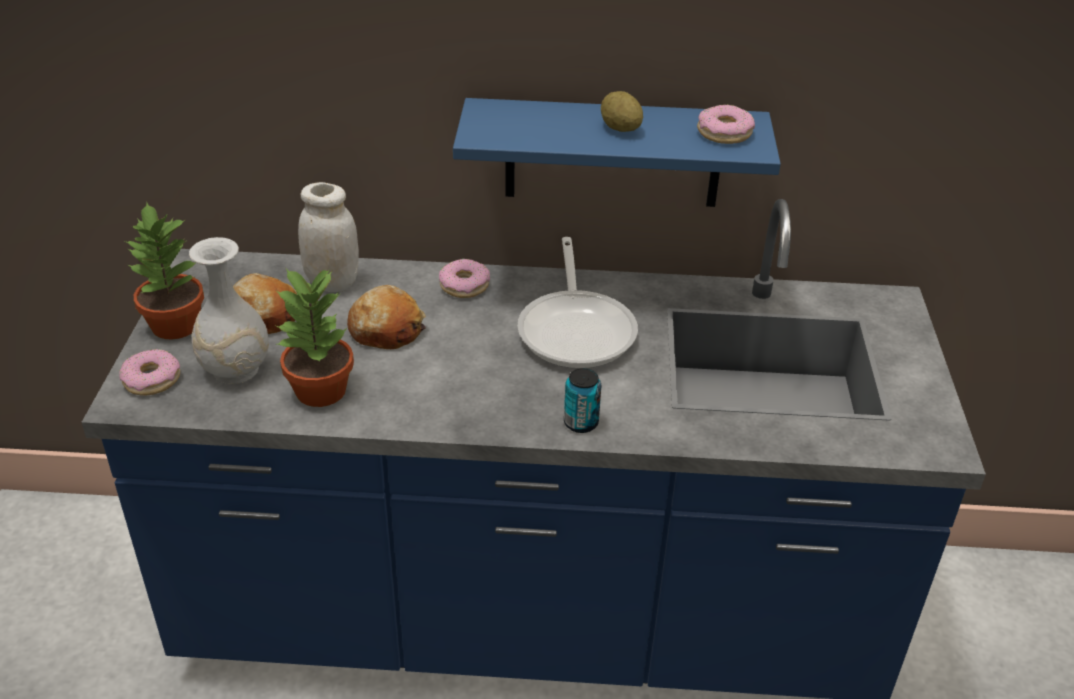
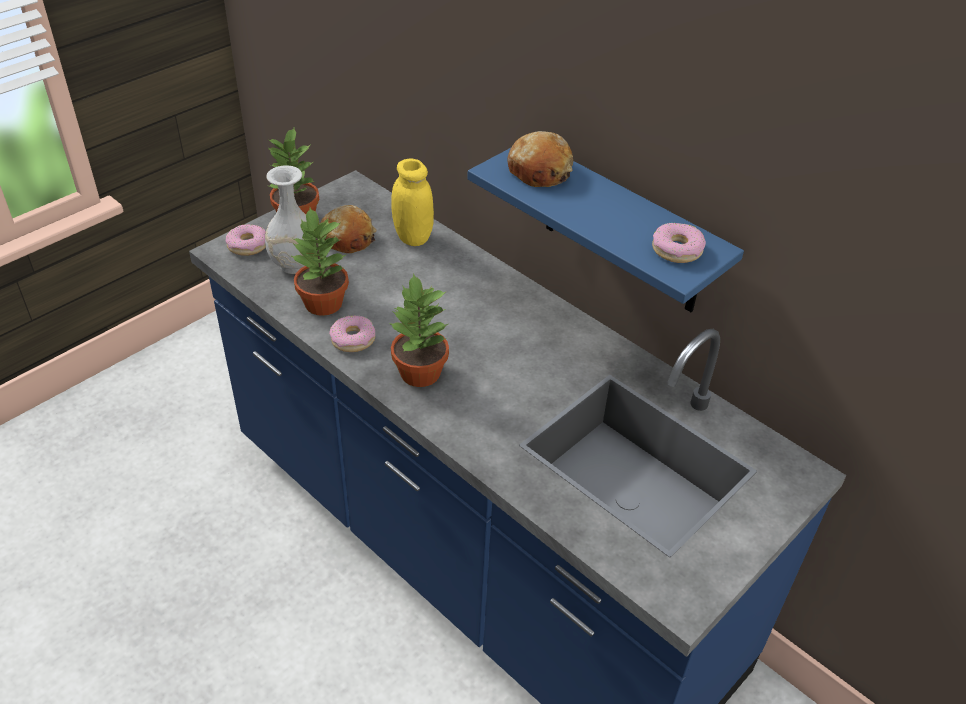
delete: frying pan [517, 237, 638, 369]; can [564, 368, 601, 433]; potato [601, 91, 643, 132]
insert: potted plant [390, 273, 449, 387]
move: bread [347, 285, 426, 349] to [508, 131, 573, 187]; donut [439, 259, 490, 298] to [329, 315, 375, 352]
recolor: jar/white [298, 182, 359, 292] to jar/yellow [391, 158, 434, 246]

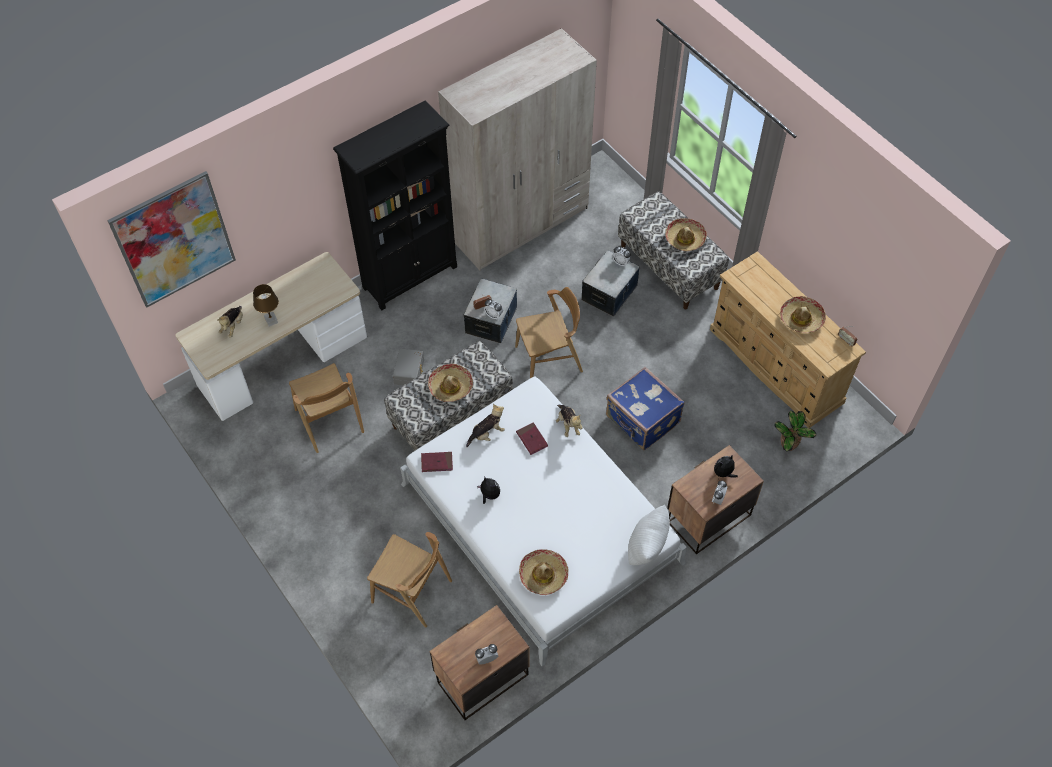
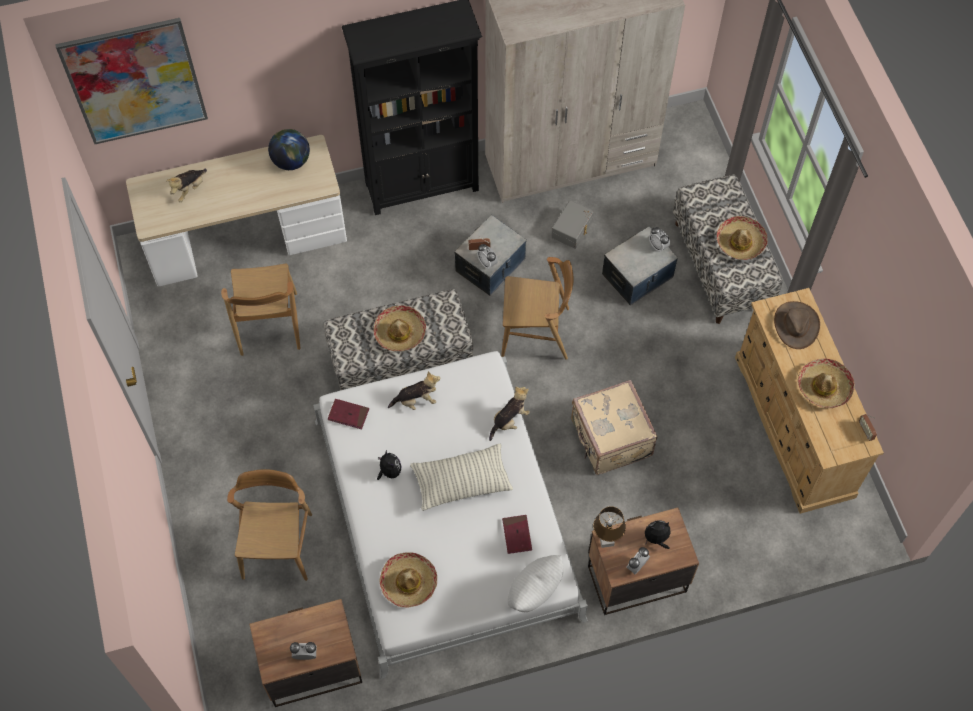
delete: potted plant [774, 411, 816, 451]
insert: globe [268, 129, 310, 170]; pillow [410, 444, 513, 511]; hat/brown [774, 301, 820, 349]
move: table lamp/brown [253, 284, 279, 326] to [593, 506, 626, 548]; storage box/grey [393, 348, 424, 385] to [551, 200, 594, 249]; book/red [516, 422, 548, 455] to [502, 515, 532, 554]
recolor: suitcase/blue [606, 367, 684, 450] to suitcase/beige [571, 380, 657, 475]
rotate: chair/brown [367, 532, 452, 628] = [227, 469, 312, 581] 135 degrees counterclockwise; plush toy [556, 405, 583, 437] = [489, 386, 530, 441] 135 degrees counterclockwise

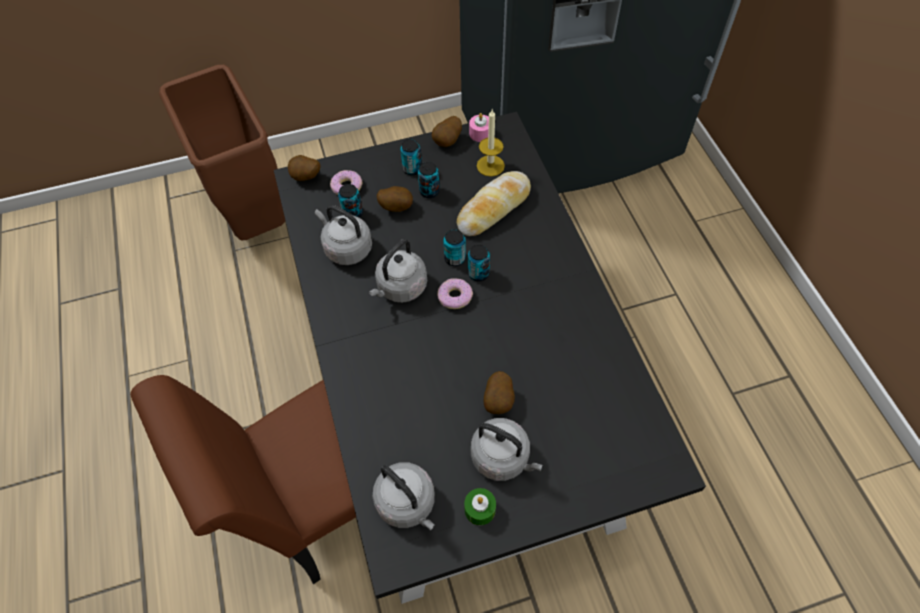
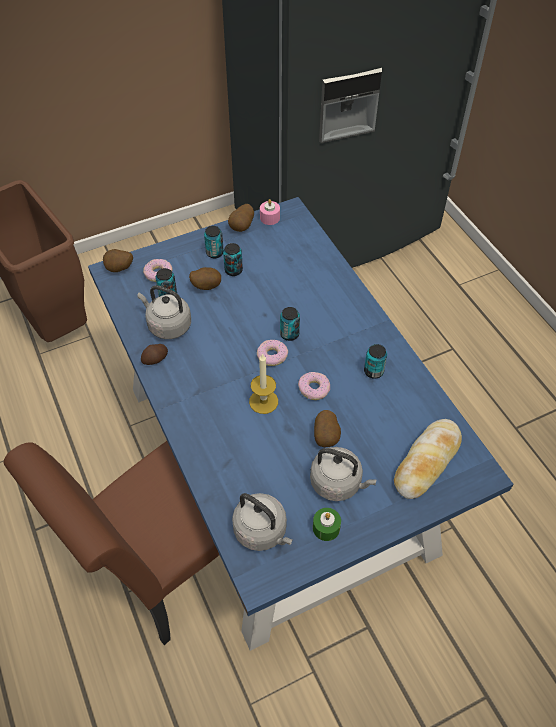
delete: kettle/grey [369, 239, 427, 303]
insert: potato [141, 344, 168, 365]; donut [298, 372, 330, 400]
move: can [443, 229, 466, 266] to [364, 344, 387, 379]; bread [457, 171, 531, 236] to [394, 419, 462, 499]; candle [477, 108, 505, 177] to [249, 353, 278, 414]
recolor: dining table/black [274, 112, 706, 604] to dining table/blue [88, 197, 513, 651]

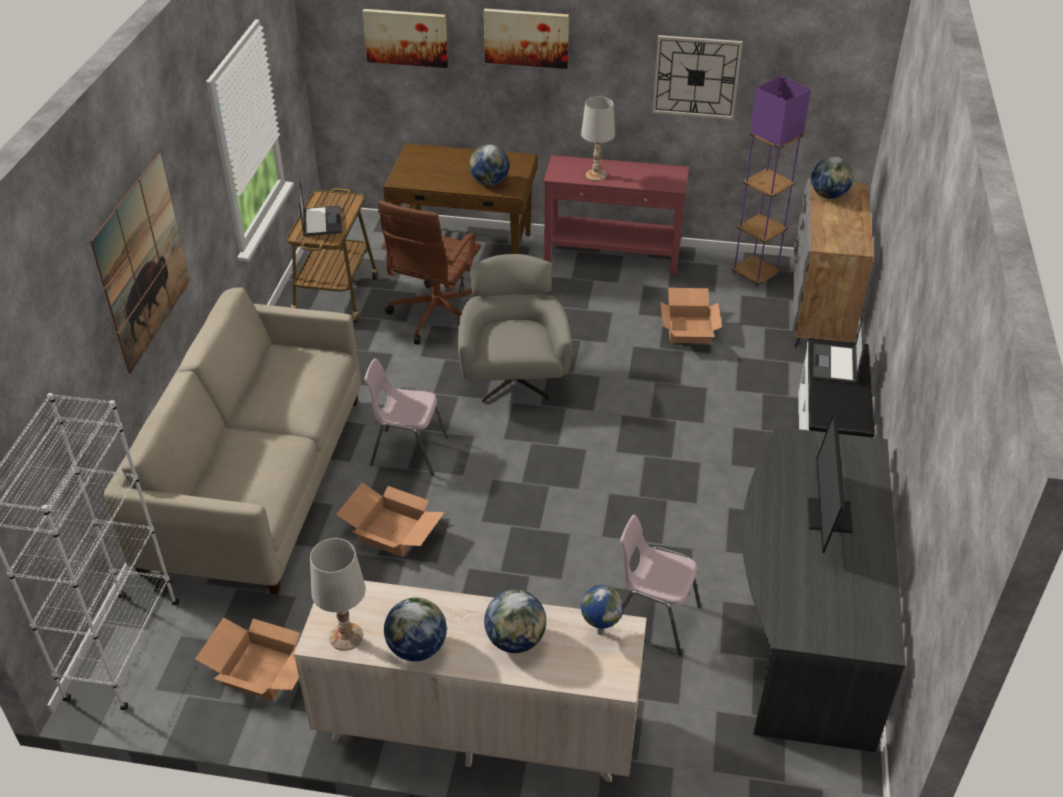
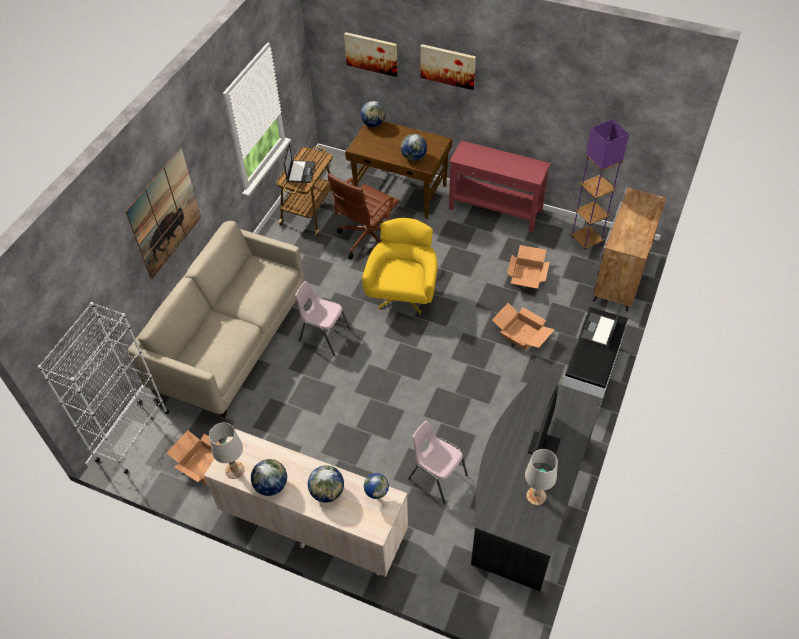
delete: wall clock [652, 35, 743, 119]
move: cardboard box [336, 483, 445, 557] to [492, 303, 555, 350]; table lamp/white [581, 96, 615, 181] to [525, 449, 558, 505]; globe [811, 156, 854, 199] to [360, 101, 386, 127]
recolor: armchair/grey [458, 254, 573, 403] to armchair/yellow [362, 218, 438, 314]

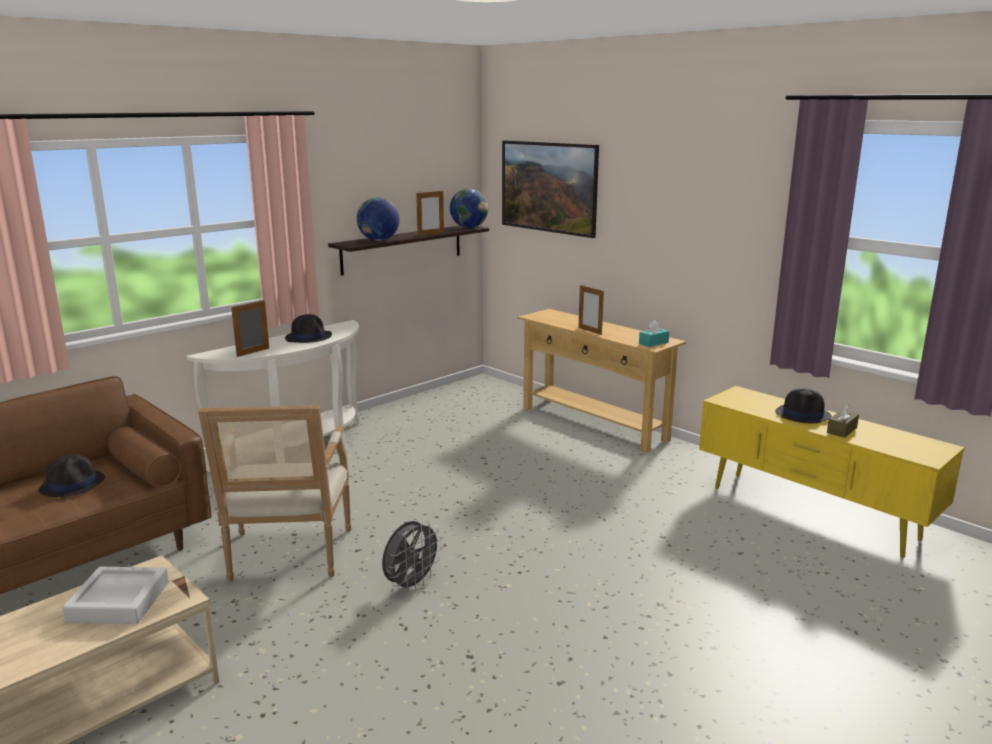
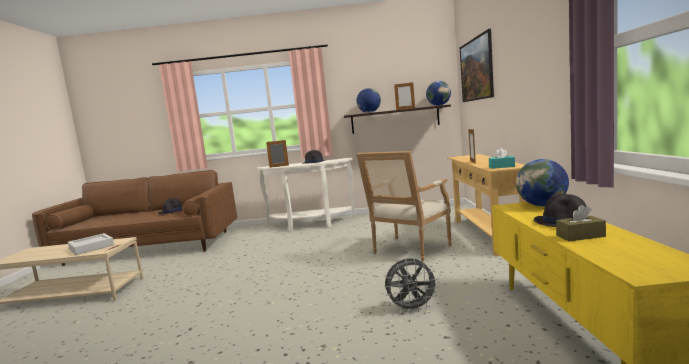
insert: globe [516, 159, 569, 206]
move: armchair [198, 405, 351, 581] to [356, 151, 452, 262]; fan/grey [382, 521, 442, 593] to [384, 258, 439, 313]

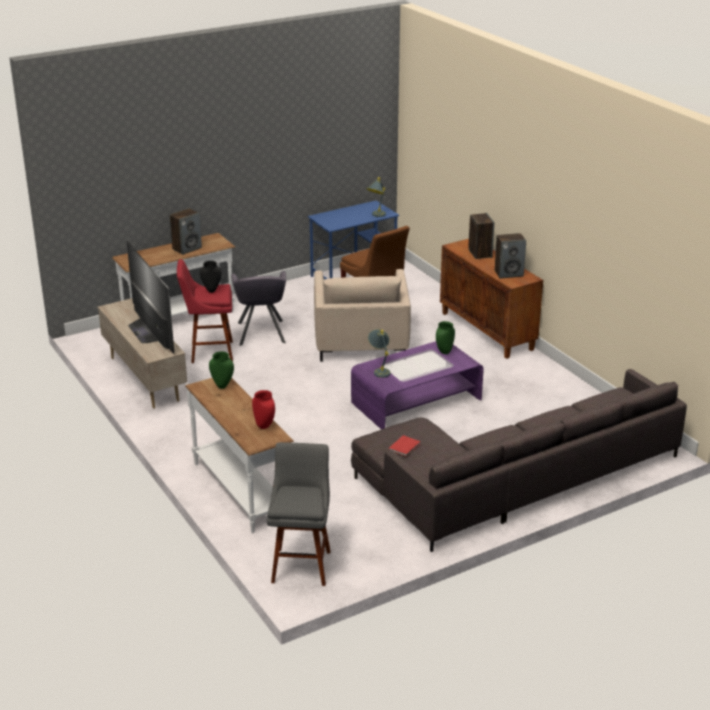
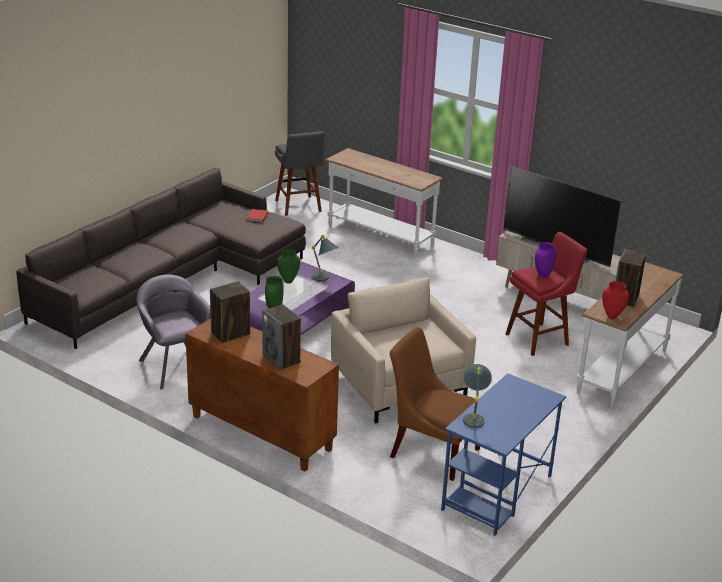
move: vase/green [209, 351, 234, 389] to [277, 249, 300, 283]; armchair/grey [231, 271, 286, 346] to [136, 275, 211, 389]; vase/red [252, 390, 275, 429] to [602, 281, 629, 320]
recolor: vase/black [200, 261, 222, 293] to vase/purple [535, 242, 557, 277]

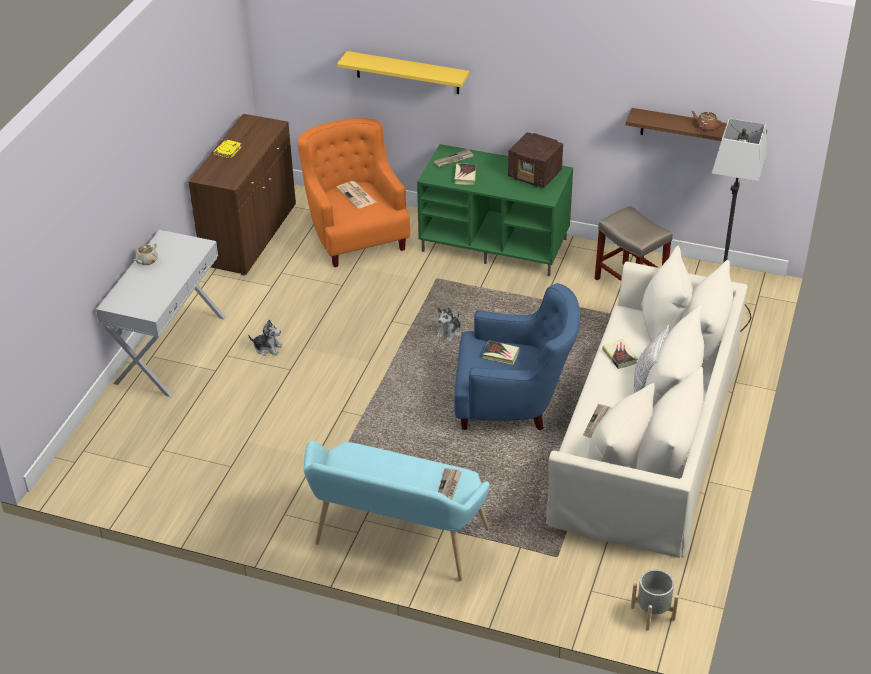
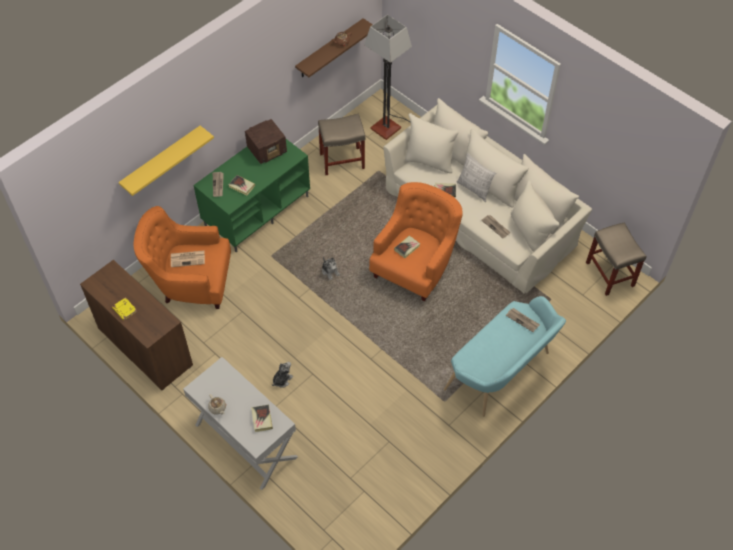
insert: book [251, 404, 273, 432]
replace: planter/grey [631, 569, 679, 631] to stool/beige [586, 222, 646, 296]
recolor: armchair/blue [454, 283, 580, 430] to armchair/orange [369, 182, 463, 302]

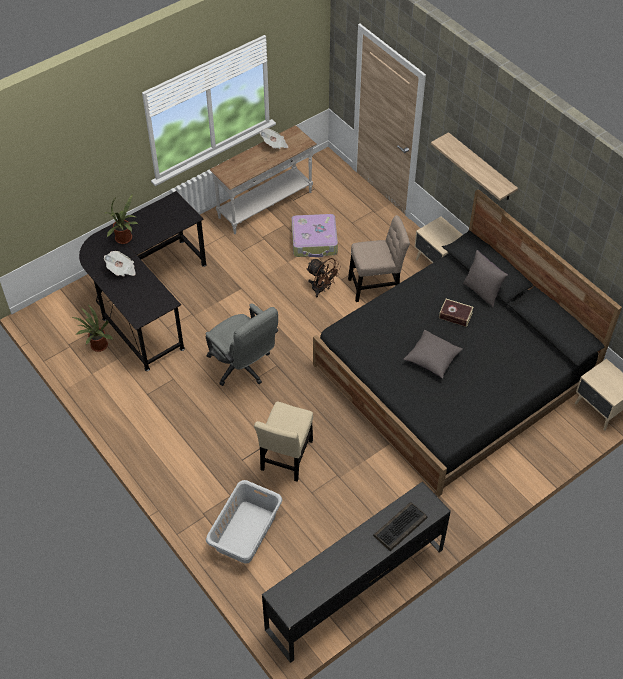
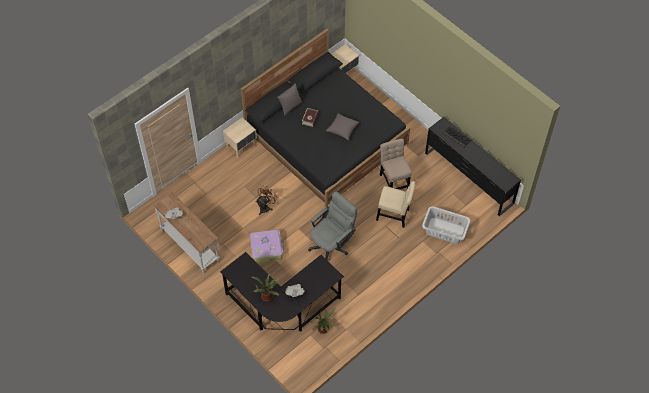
delete: shelf [431, 132, 518, 201]
move: suitcase [291, 214, 338, 257] to [250, 229, 284, 263]; chair/beige [348, 215, 410, 302] to [380, 138, 411, 189]

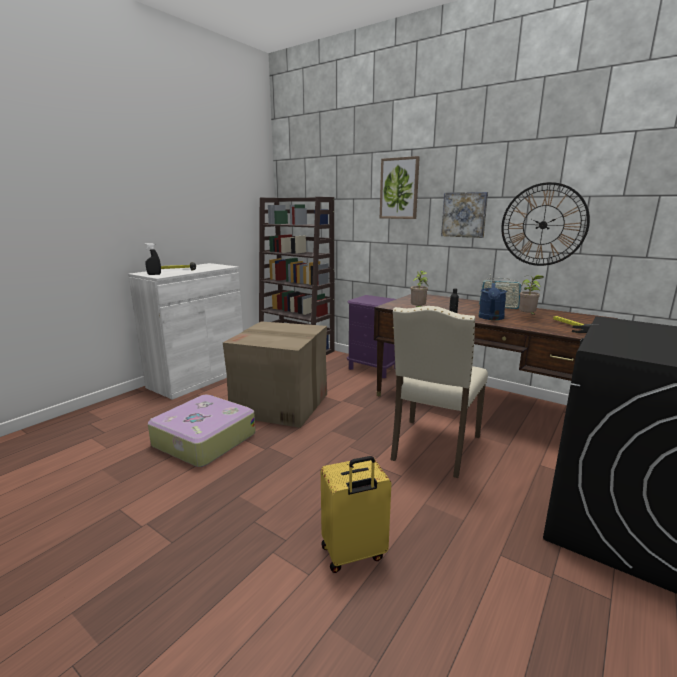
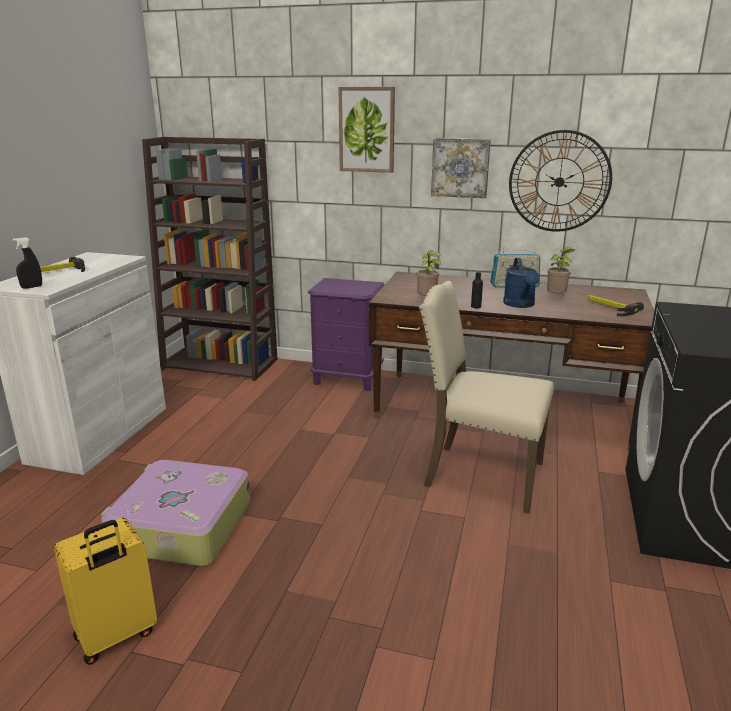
delete: cardboard box [223, 321, 327, 428]
move: suitcase/yellow [321, 456, 391, 573] to [54, 518, 157, 665]
rotate: chair/beige [391, 306, 488, 478] = [419, 281, 554, 514] 105 degrees clockwise

